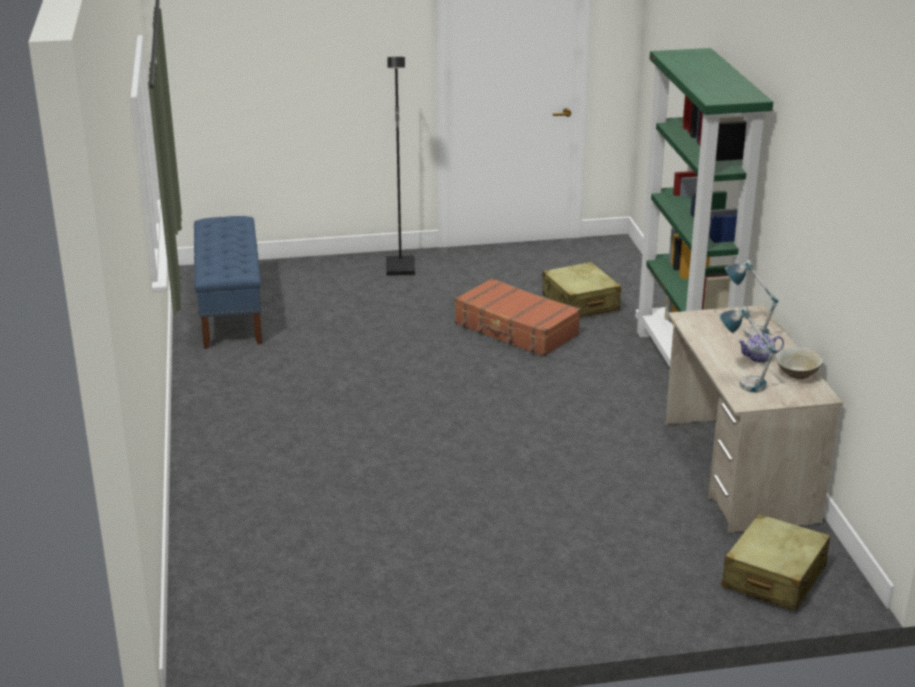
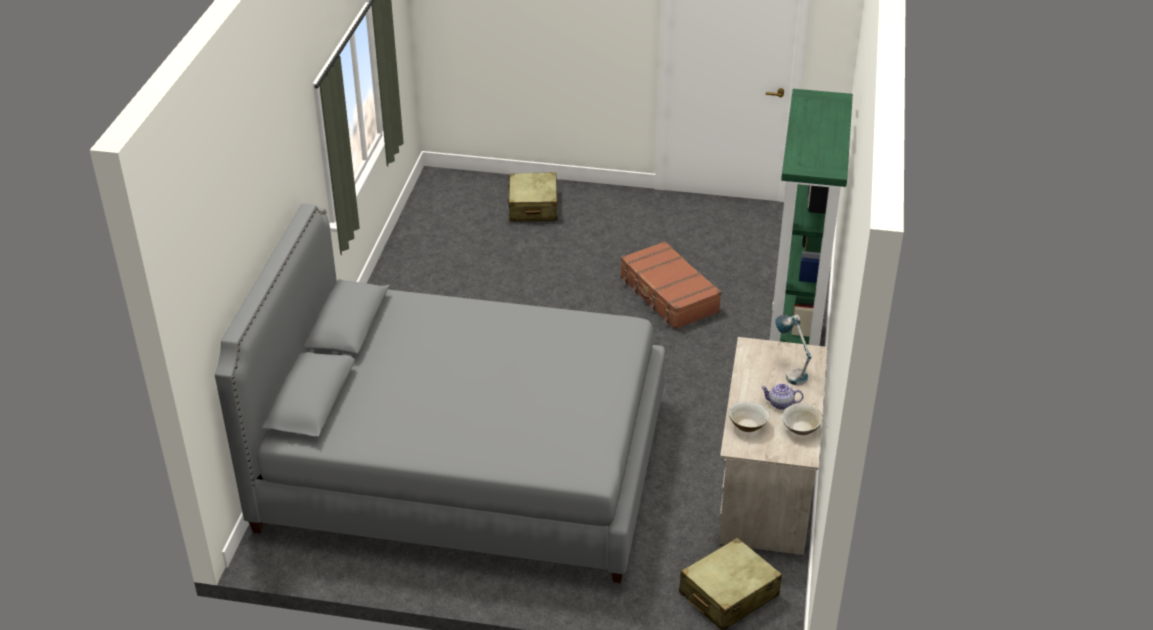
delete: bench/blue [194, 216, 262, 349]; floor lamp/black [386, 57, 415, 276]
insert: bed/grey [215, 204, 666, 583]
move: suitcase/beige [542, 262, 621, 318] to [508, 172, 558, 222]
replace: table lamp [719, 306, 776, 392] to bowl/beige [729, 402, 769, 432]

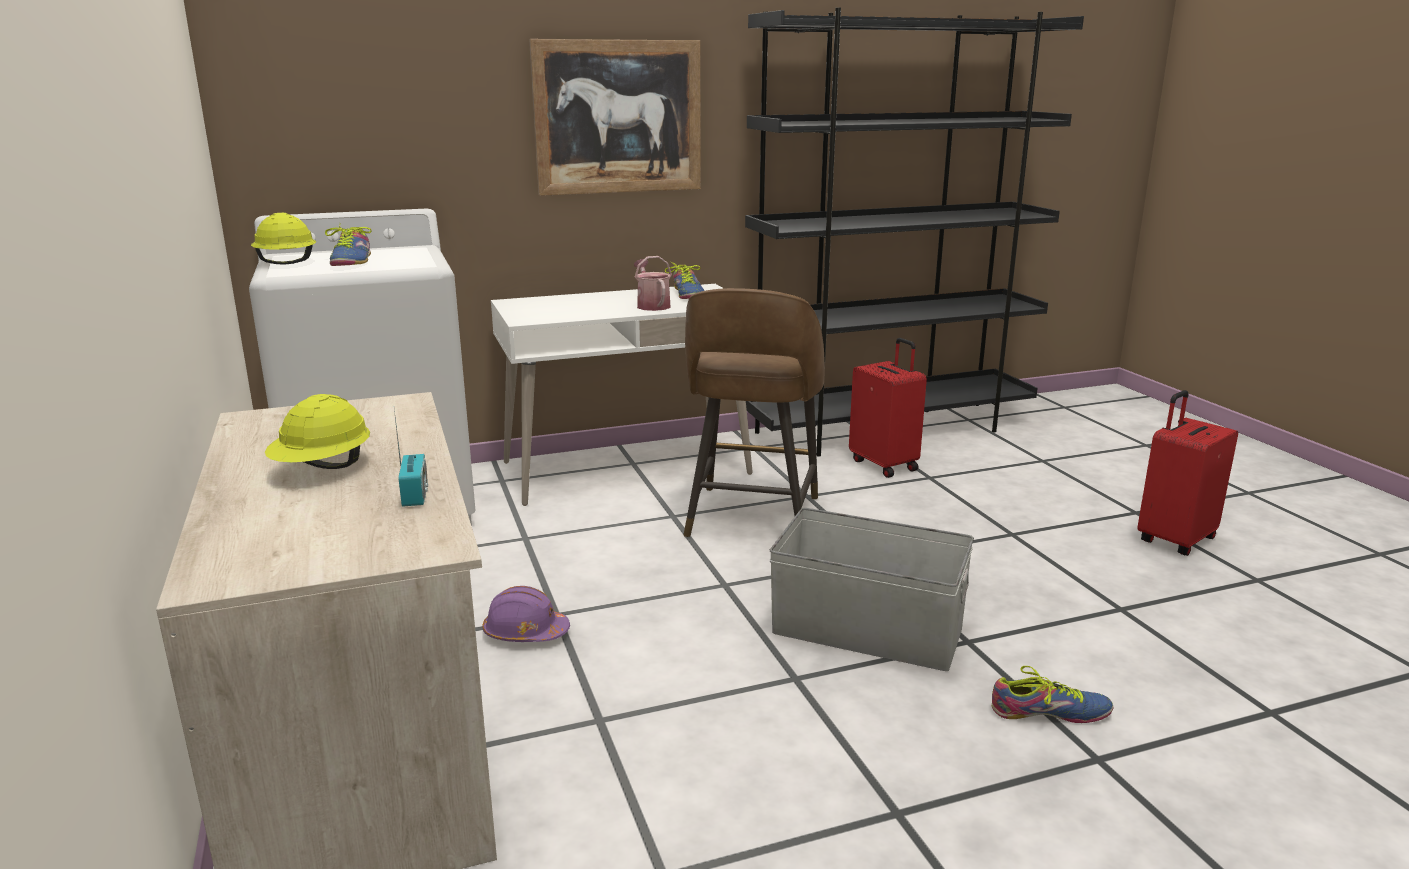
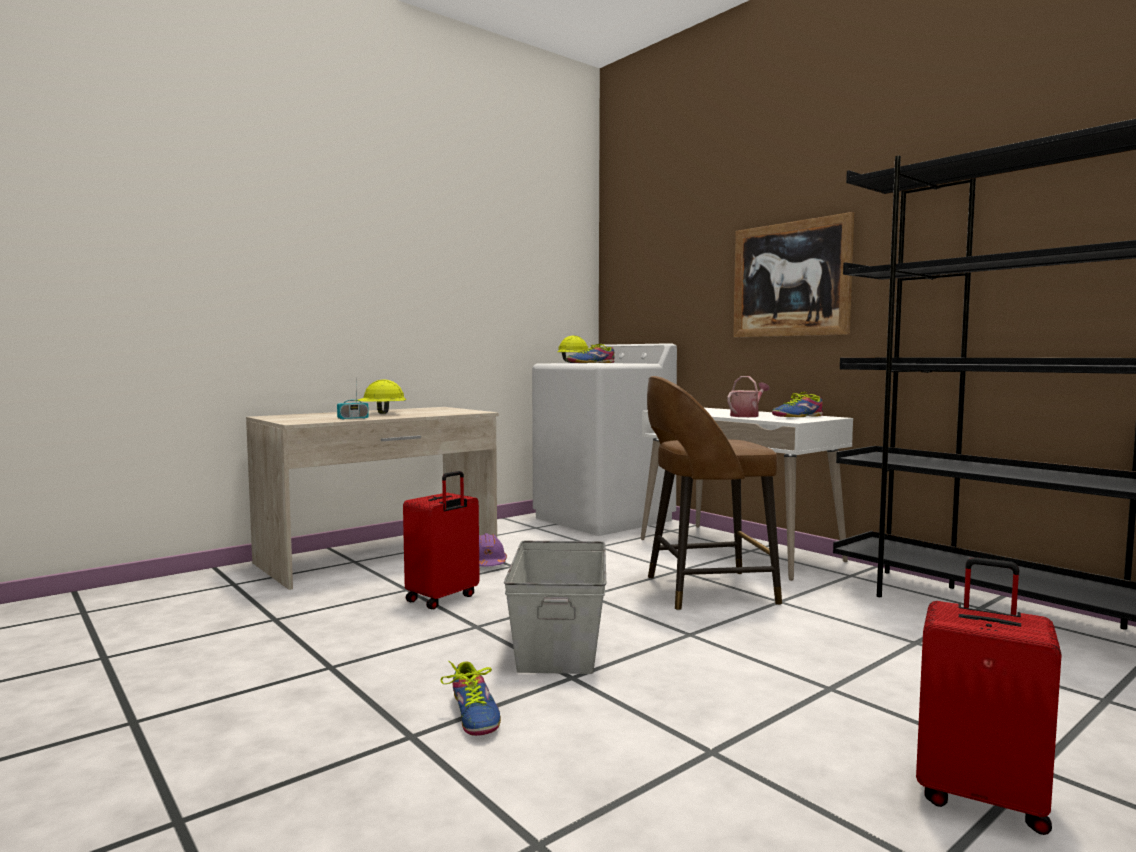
move: suitcase/red [849, 338, 927, 478] to [403, 471, 480, 609]

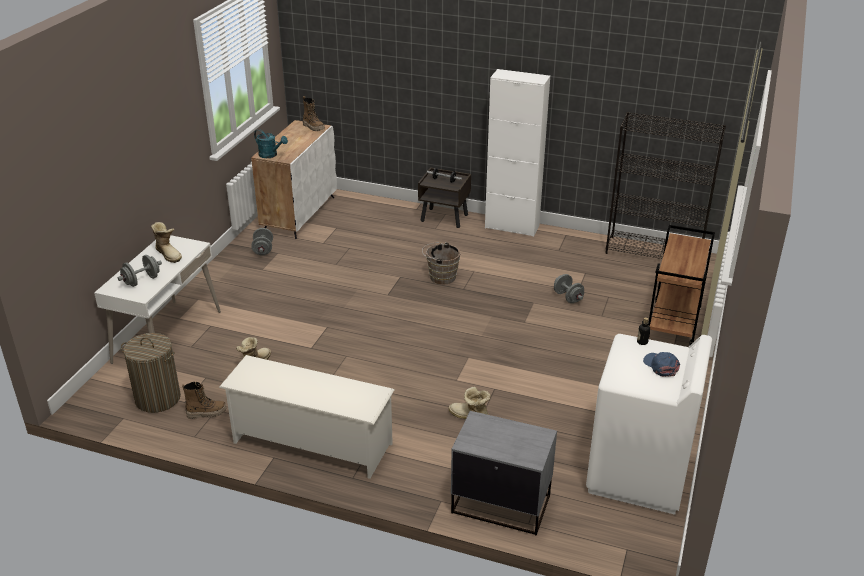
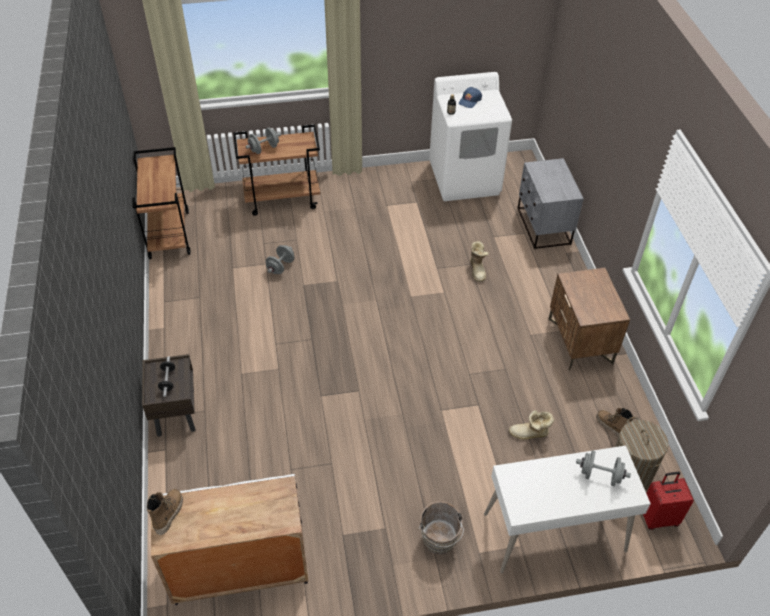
delete: boot [151, 222, 182, 263]; watering can/turquoise [254, 129, 288, 158]; cabinet/white [485, 69, 550, 237]
insert: suitcase/red [643, 472, 694, 530]
move: dumbbell/grey [251, 228, 273, 255] to [246, 127, 281, 154]; bucket/brown [422, 242, 461, 285] to [419, 501, 464, 554]
replace: shoe rack/white [219, 355, 395, 479] to nightstand/brown [548, 267, 630, 371]; bookcase/black [605, 112, 726, 259] to cart/brown [132, 147, 190, 259]

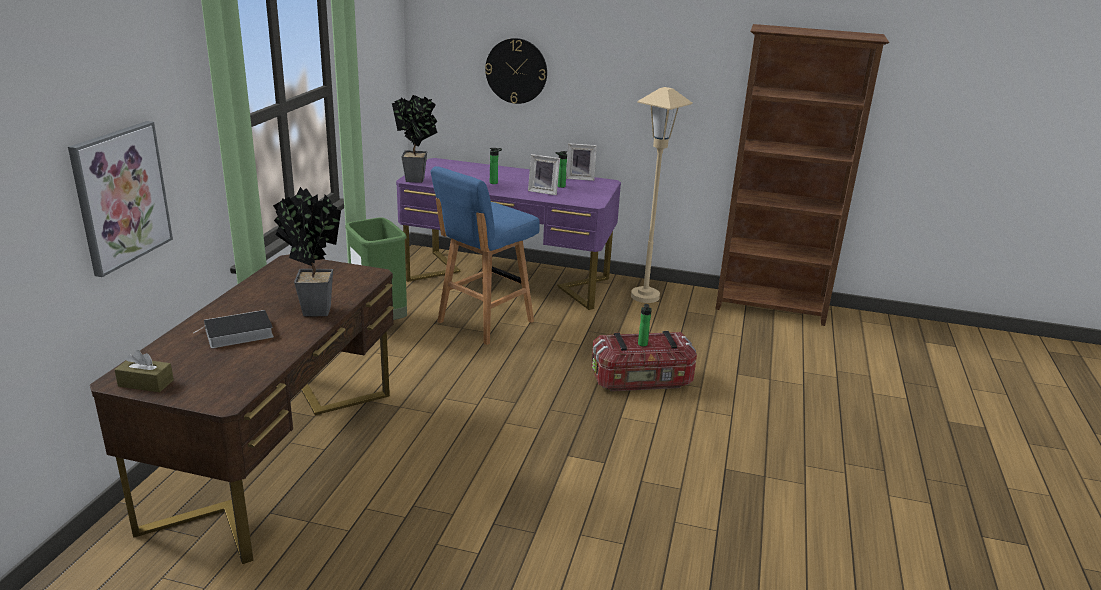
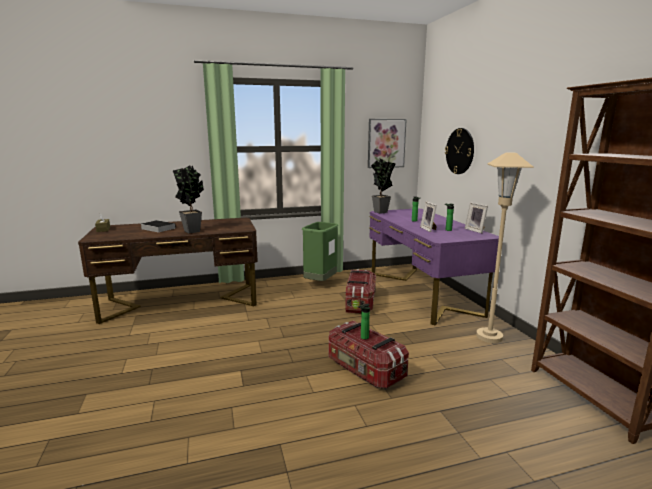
move: picture [68, 121, 173, 277] to [368, 119, 407, 168]
replace: stool/blue [431, 166, 540, 345] to storage box [345, 269, 376, 313]

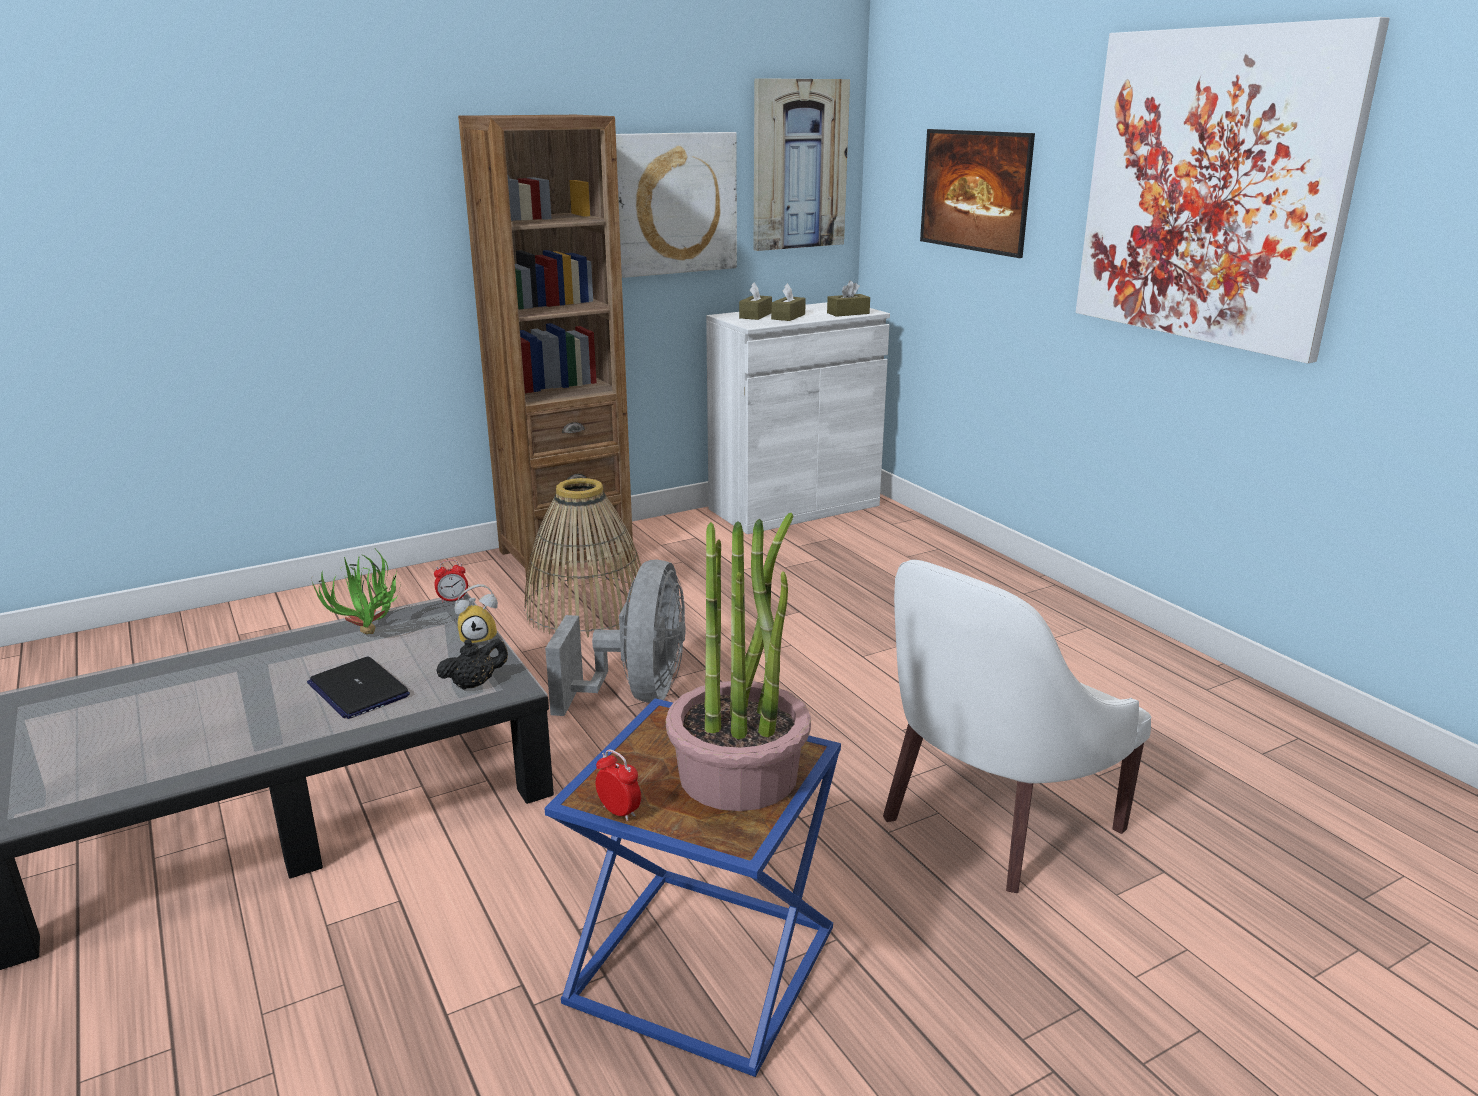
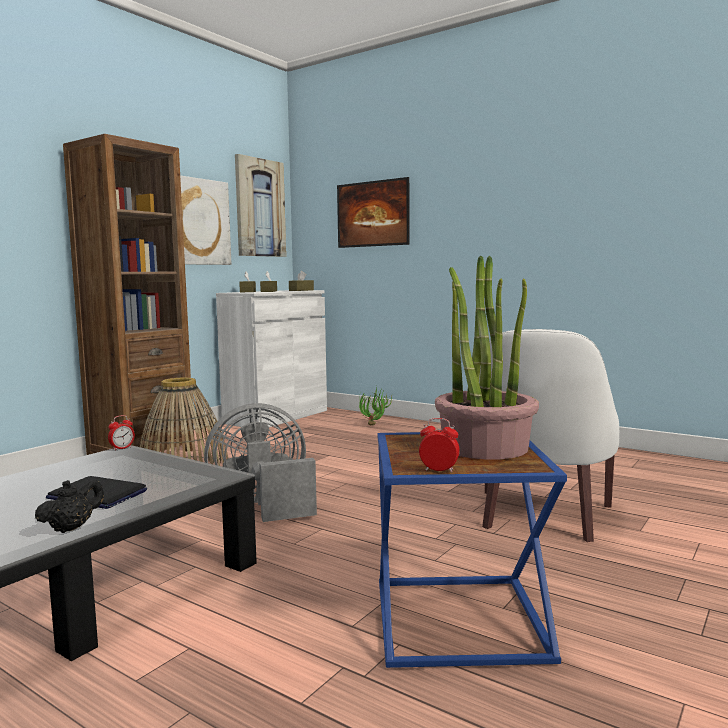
delete: alarm clock [455, 584, 498, 643]; picture [1076, 17, 1390, 364]
move: potted plant [312, 550, 401, 635] to [359, 386, 392, 425]; teapot/black [436, 639, 508, 690] to [35, 479, 104, 533]
rotate: fan/grey [545, 560, 686, 716] = [204, 403, 317, 522] 90 degrees counterclockwise

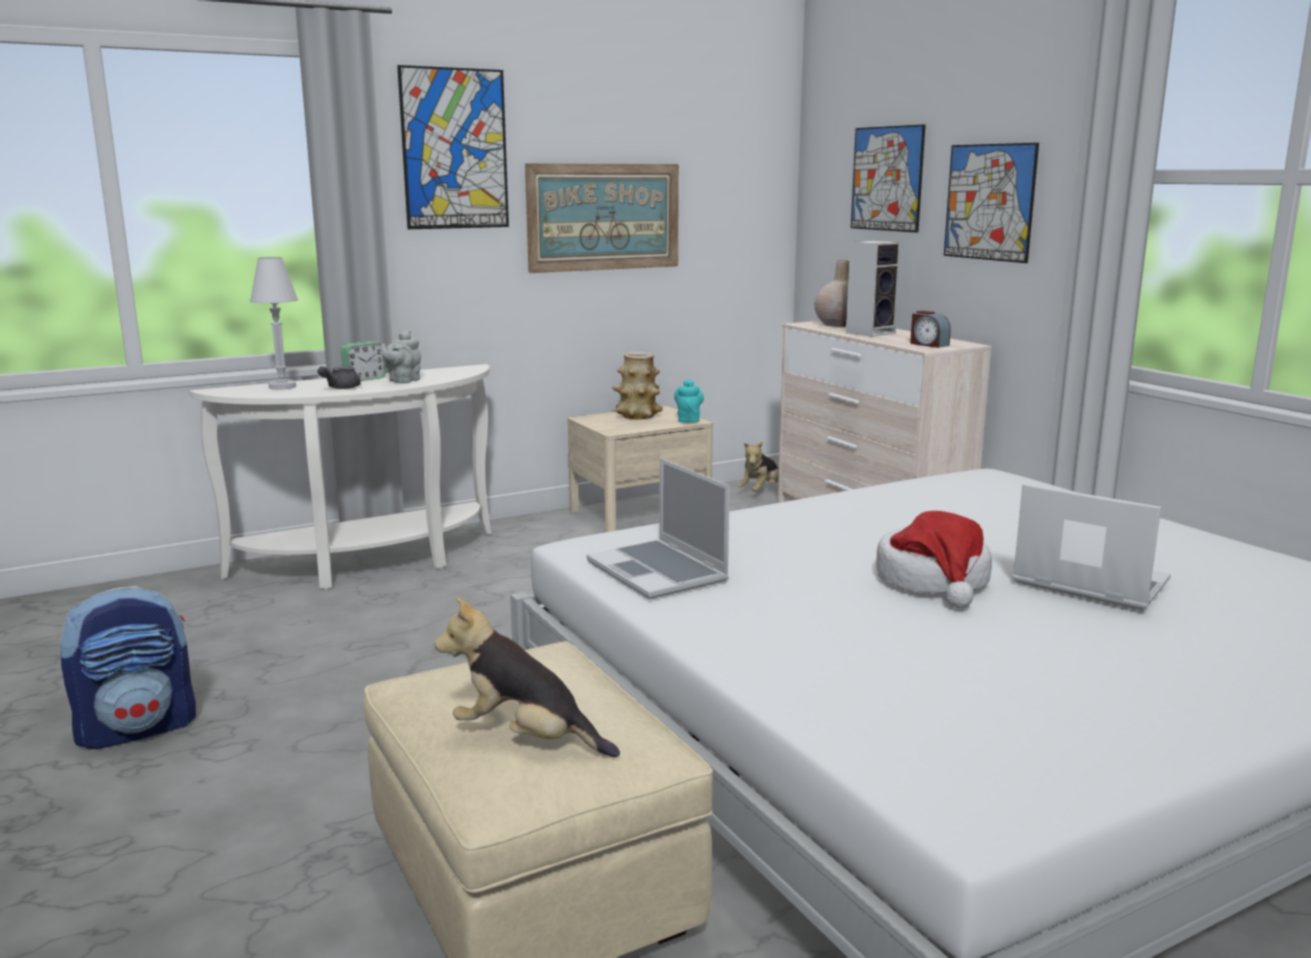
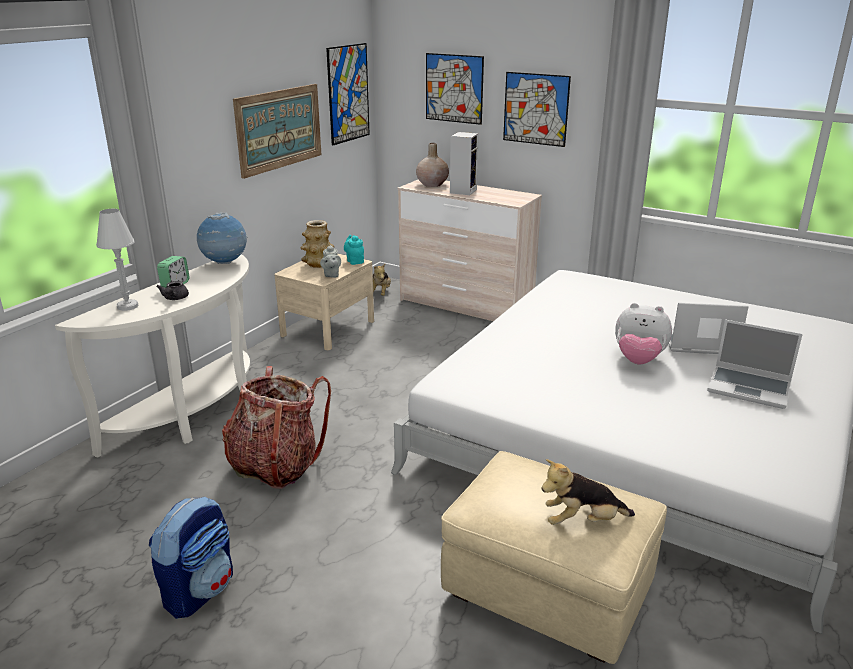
delete: alarm clock [910, 311, 951, 348]
insert: globe [197, 212, 247, 264]; backpack [222, 366, 331, 489]
move: teapot/grey [381, 331, 421, 383] to [320, 245, 341, 278]; picture [397, 65, 509, 229] to [326, 43, 370, 145]; laptop [586, 458, 730, 599] to [707, 319, 803, 409]
replace: hat [876, 511, 992, 608] to plush toy [615, 303, 672, 364]

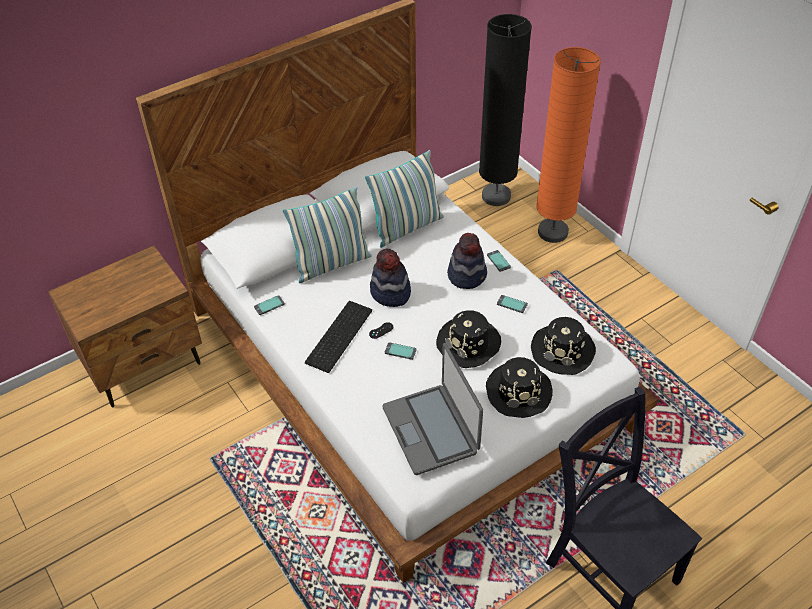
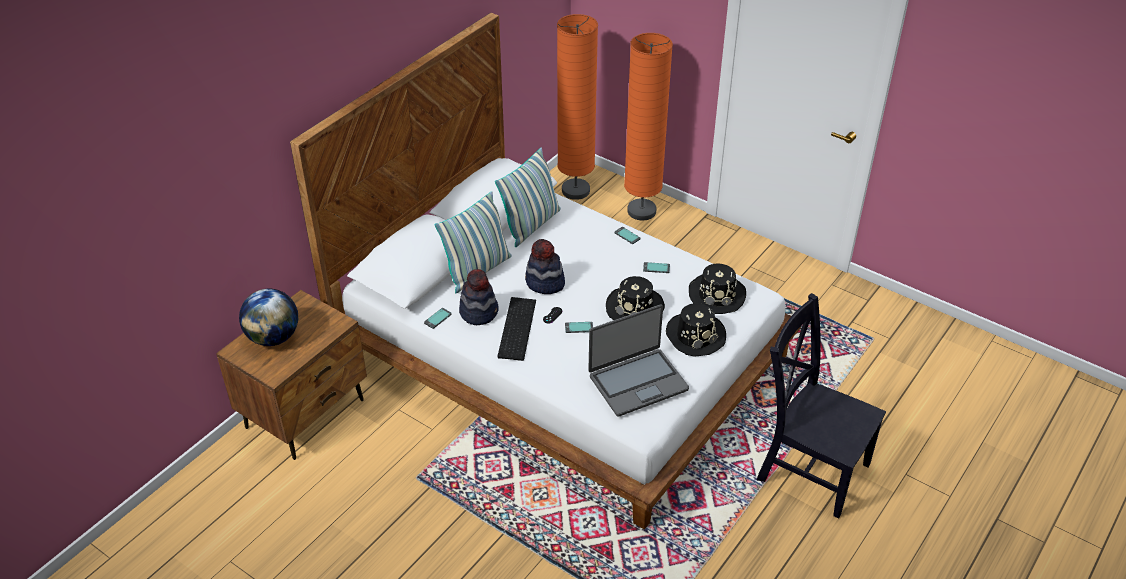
insert: globe [239, 289, 298, 346]
move: hat [447, 233, 487, 289] to [459, 269, 498, 325]
recolor: floor lamp/black [479, 14, 532, 206] to floor lamp/orange [557, 14, 598, 200]
rotate: laptop [383, 343, 483, 475] = [588, 304, 689, 417] 75 degrees counterclockwise

